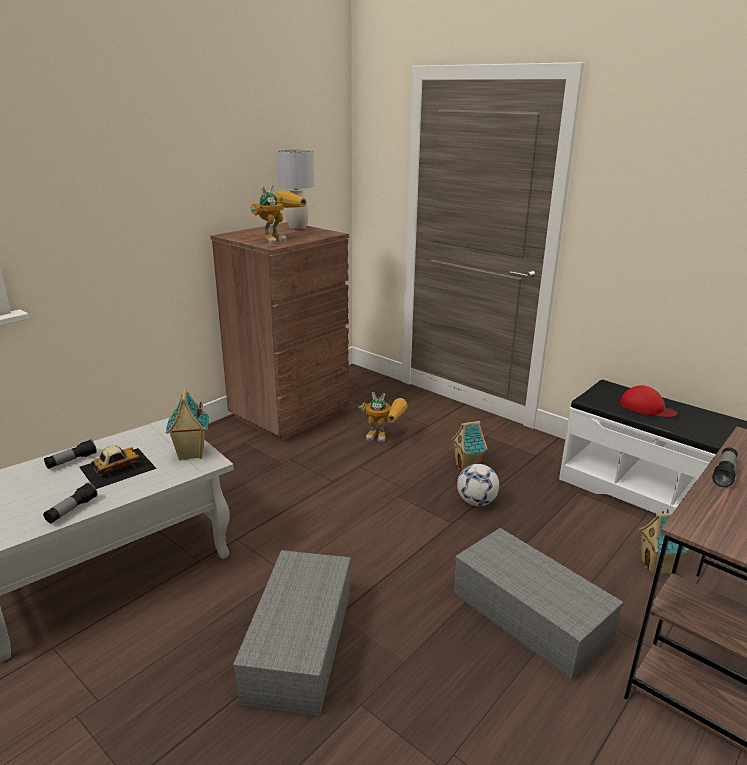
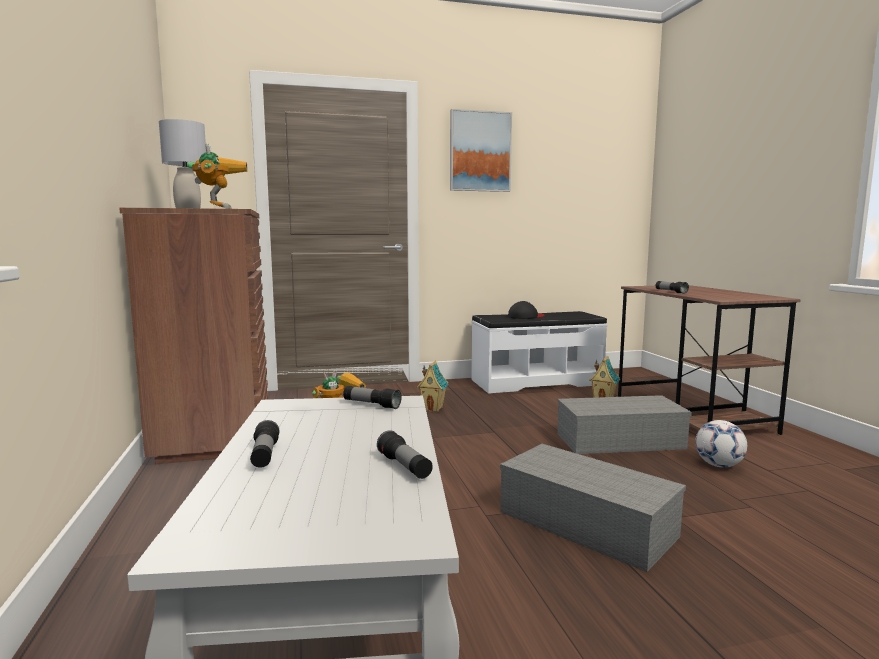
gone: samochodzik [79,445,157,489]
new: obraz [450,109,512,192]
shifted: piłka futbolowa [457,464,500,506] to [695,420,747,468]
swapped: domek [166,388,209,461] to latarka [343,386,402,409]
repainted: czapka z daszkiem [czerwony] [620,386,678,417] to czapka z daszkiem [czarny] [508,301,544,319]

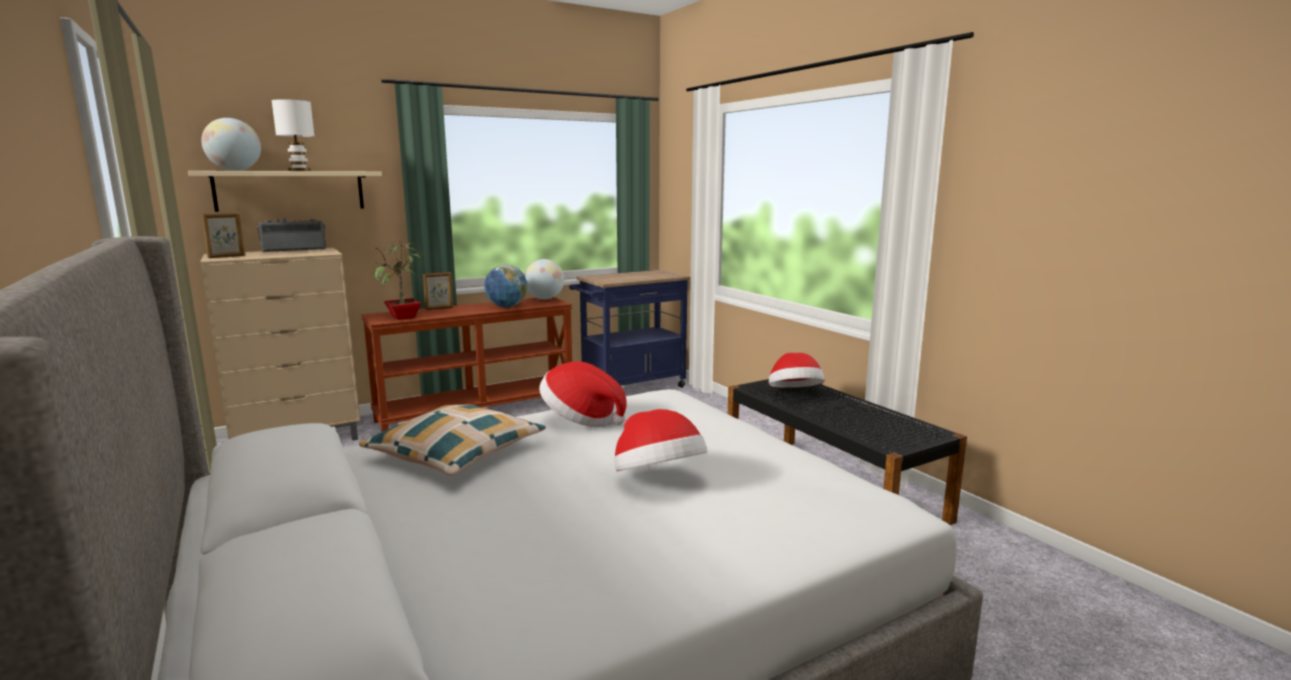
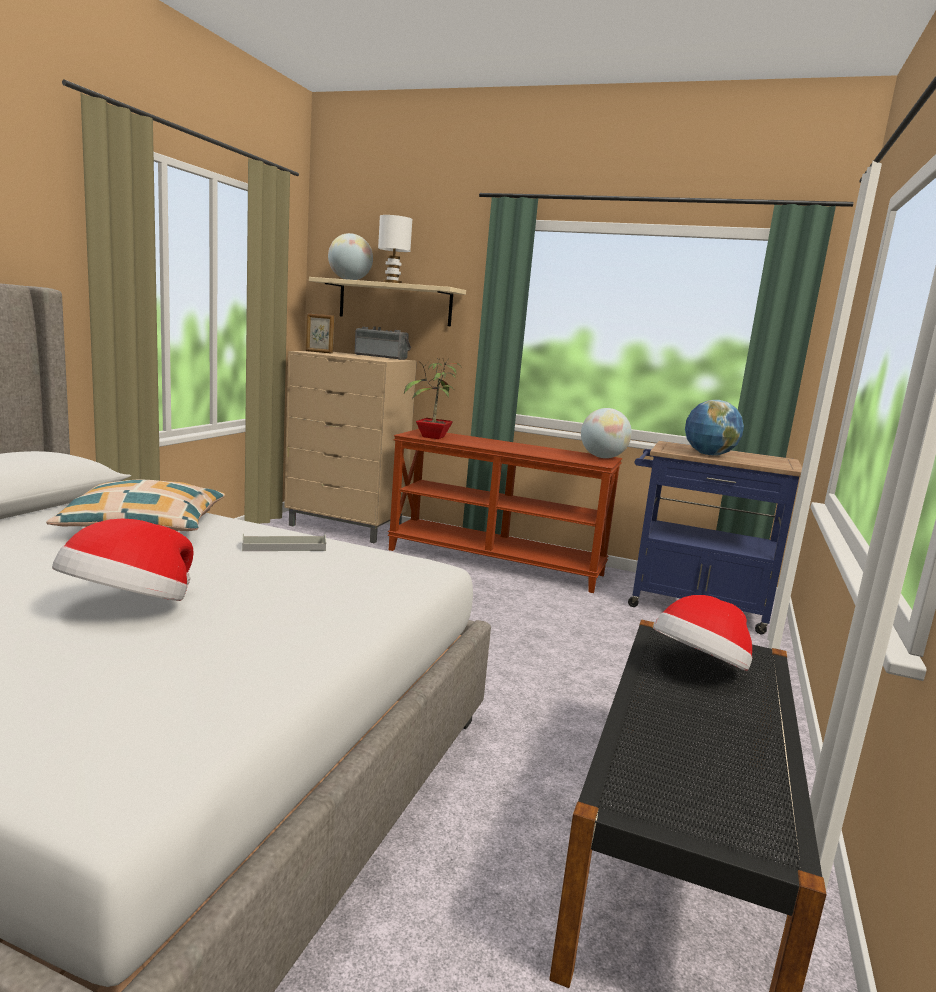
gone: ramka na zdjęcie [423,272,453,310]
shifted: globus [484,265,527,307] to [685,400,744,456]
swapped: kapelusz [539,361,626,427] to taca [szary] [242,533,326,551]

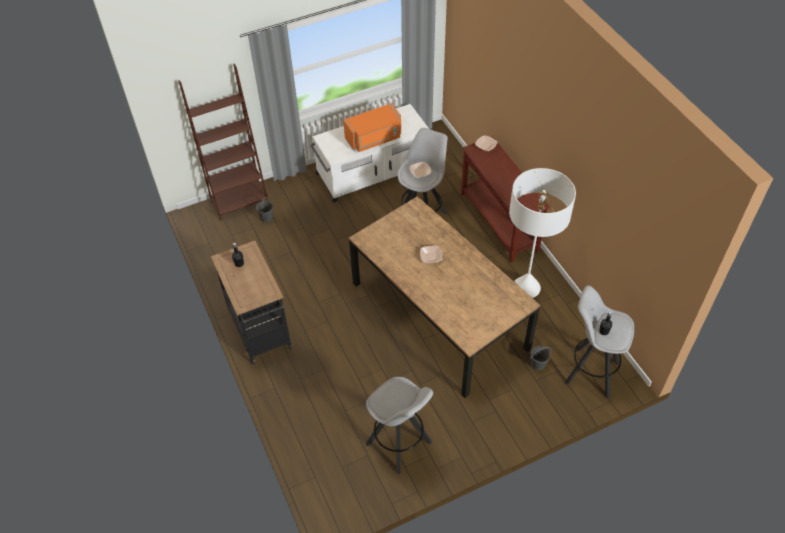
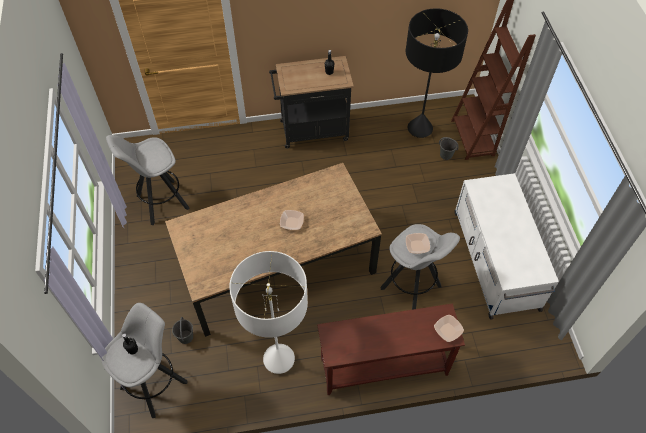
gone: mikrofalówka [pomarańczowy] [343,103,401,152]
new: lampa stojąca [czarny] [406,8,468,138]

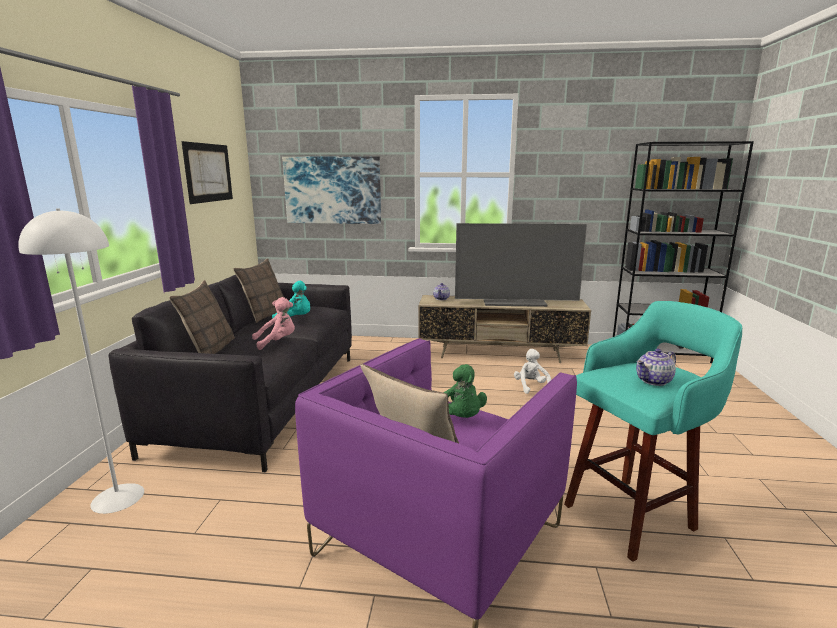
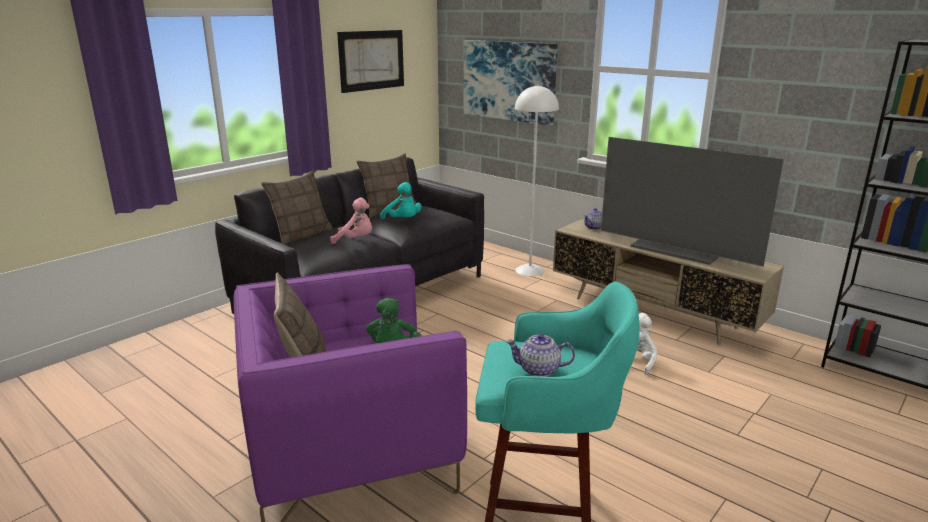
shifted: lampa stojąca [biały] [18,208,144,514] to [515,85,559,276]

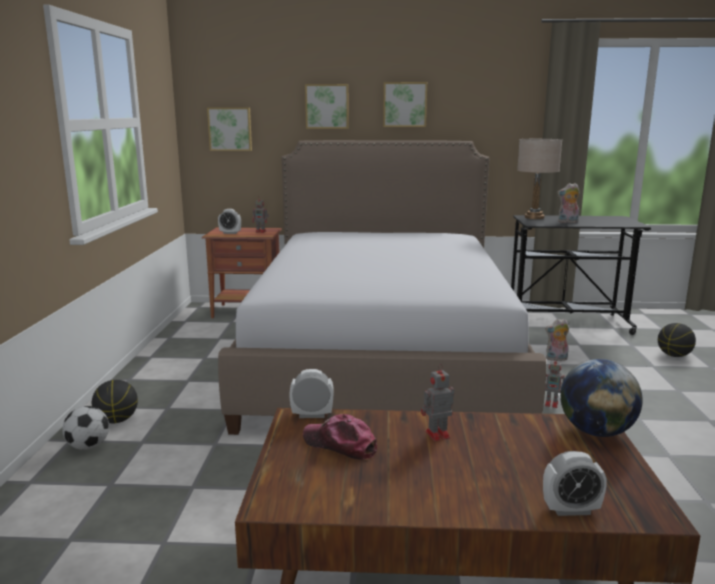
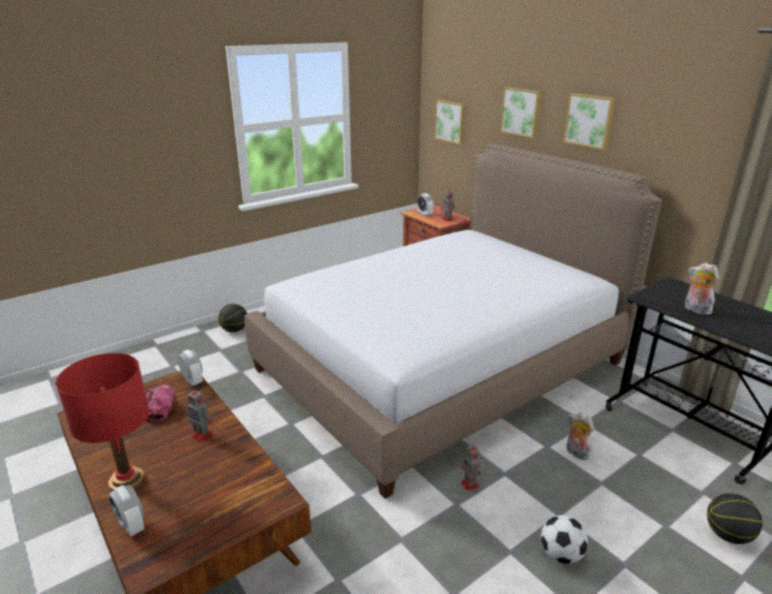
gone: lampa stołowa [beżowy] [517,139,562,219]; globus [560,359,643,437]
new: lampa stołowa [czerwony] [56,353,149,491]
shifted: piłka futbolowa [62,406,109,450] to [541,515,588,564]

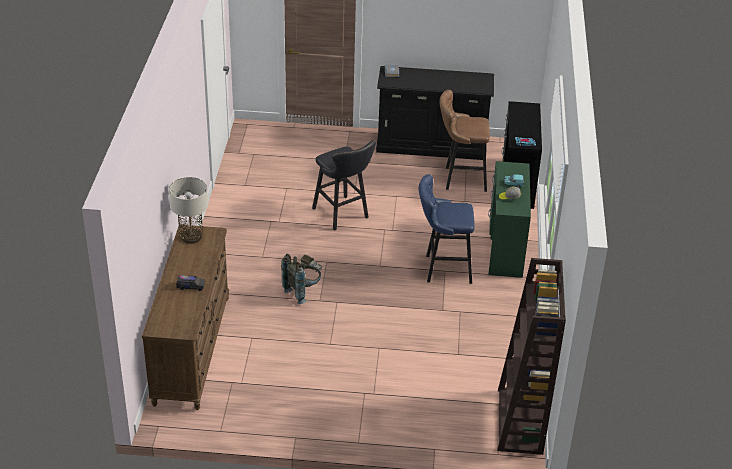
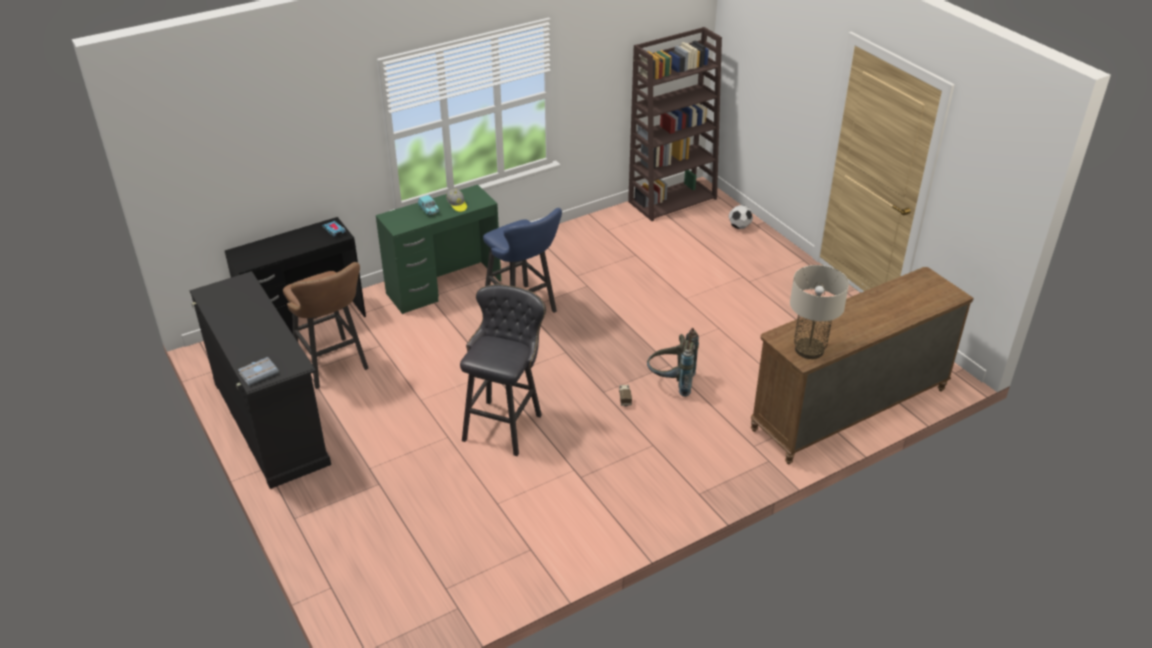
gone: ciężarówka zabawkowa [176,275,205,291]
new: piłka futbolowa [728,205,753,229]

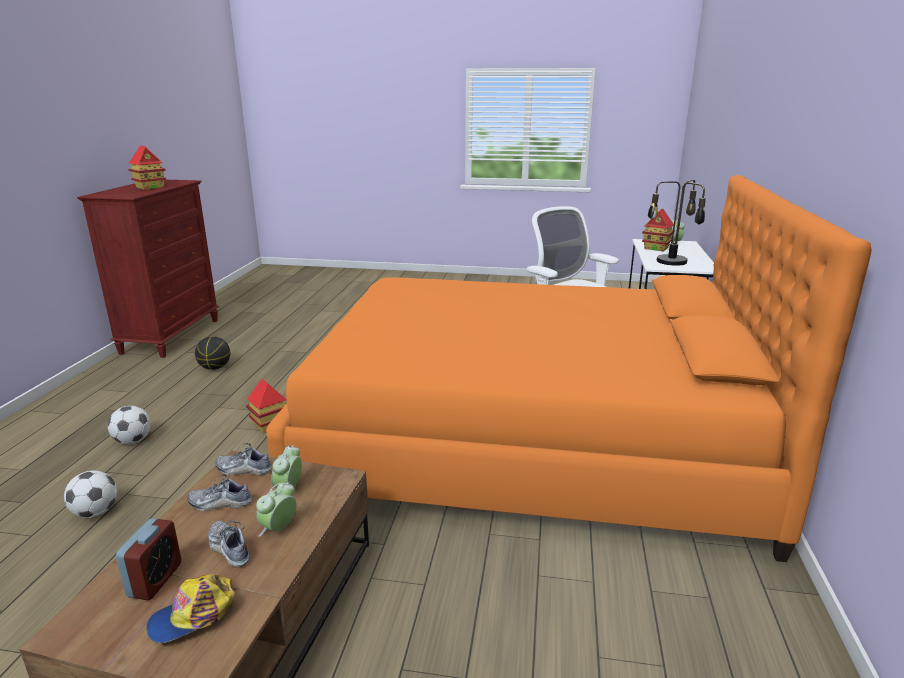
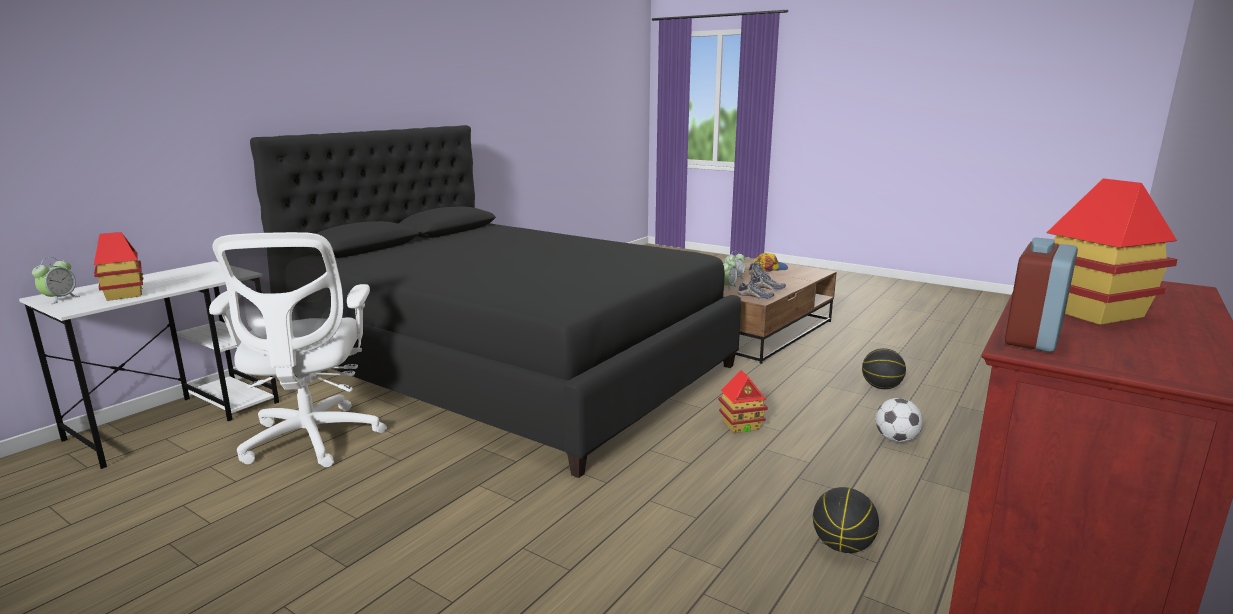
gone: lampa stołowa [648,179,706,266]
shifted: budzik [116,518,182,600] to [1005,237,1078,352]
swapped: piłka futbolowa [64,470,117,518] to piłka do koszykówki [862,348,906,389]
repainted: łóżko [pomarańczowy] [266,175,871,562] to łóżko [czarny] [250,125,741,478]

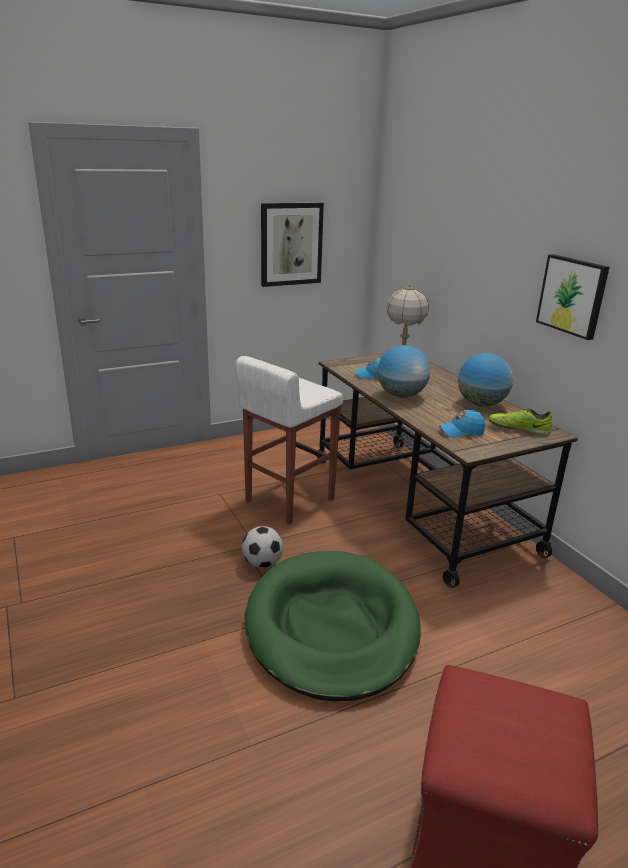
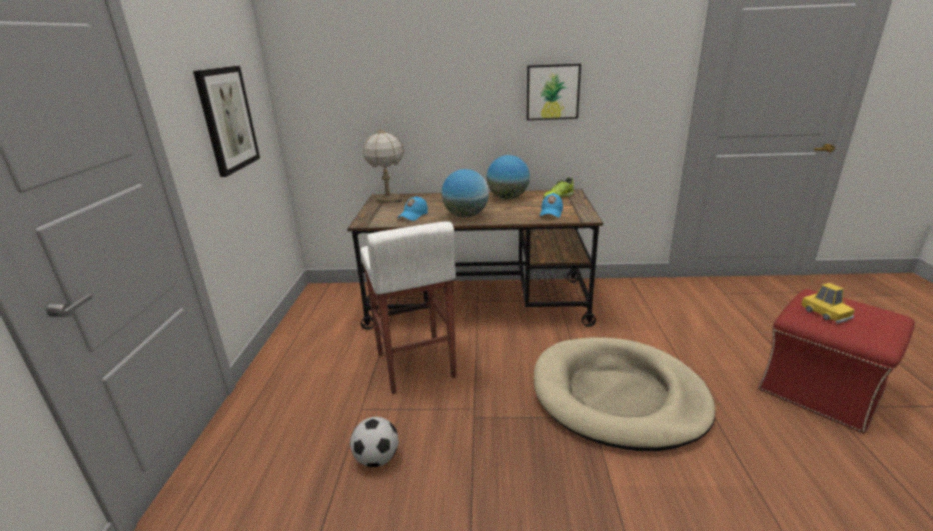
new: samochodzik [żółty] [802,283,855,324]
shifted: piłka futbolowa [242,526,283,568] to [350,417,399,467]
repainted: legowisko [zielony] [245,551,420,701] to legowisko [beżowy] [534,337,715,451]

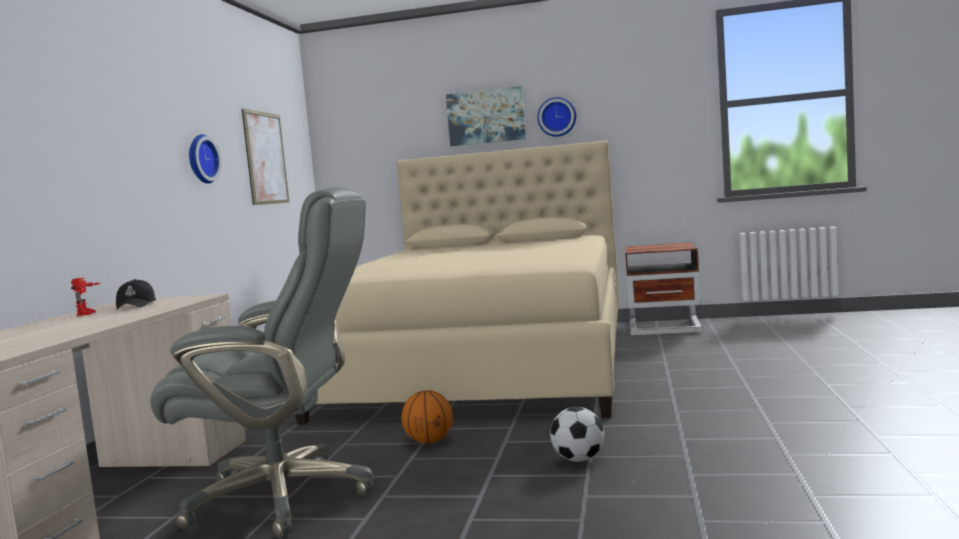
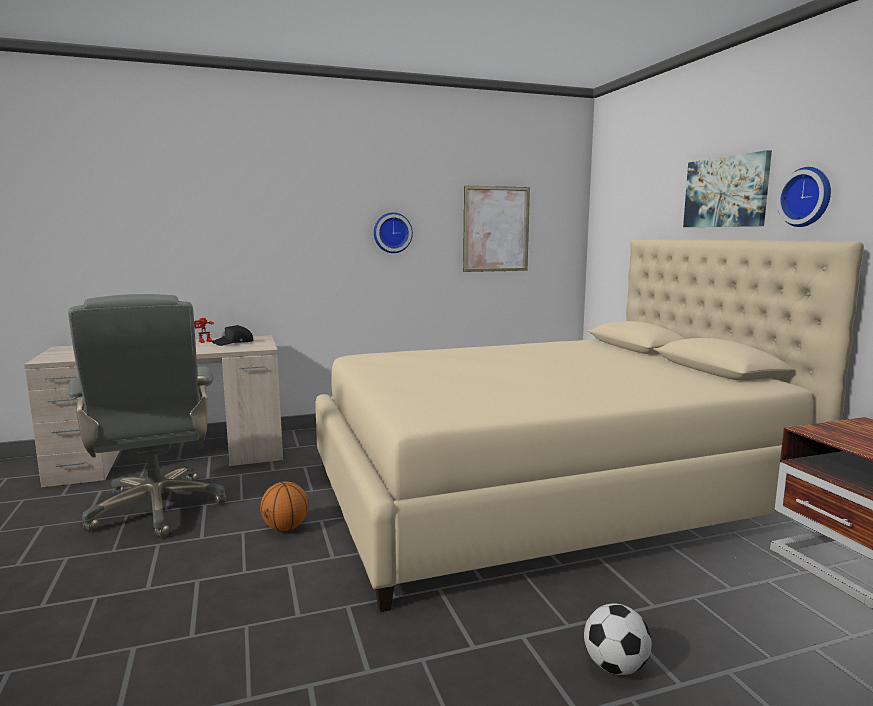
shifted: piłka futbolowa [550,407,604,462] to [584,604,652,675]

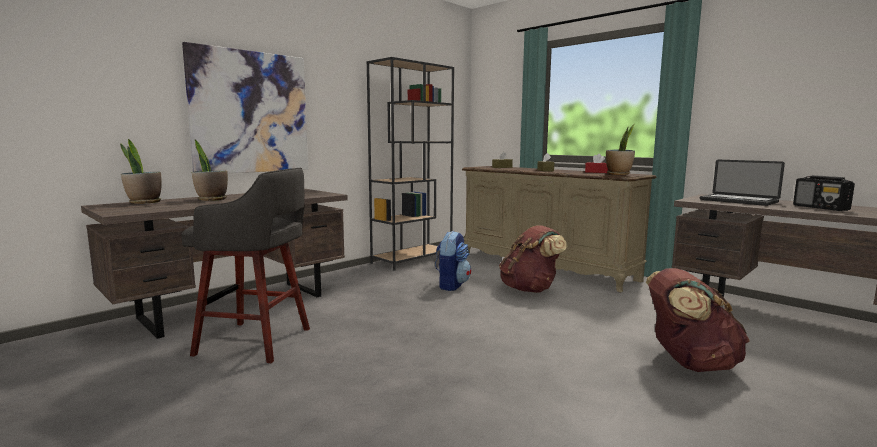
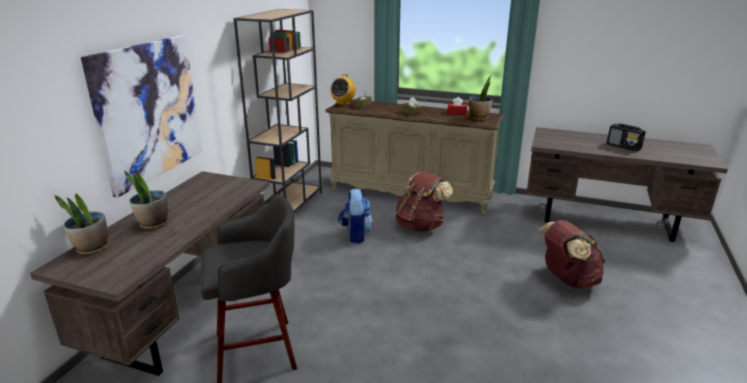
gone: laptop [700,160,785,206]
new: radio [330,74,356,105]

